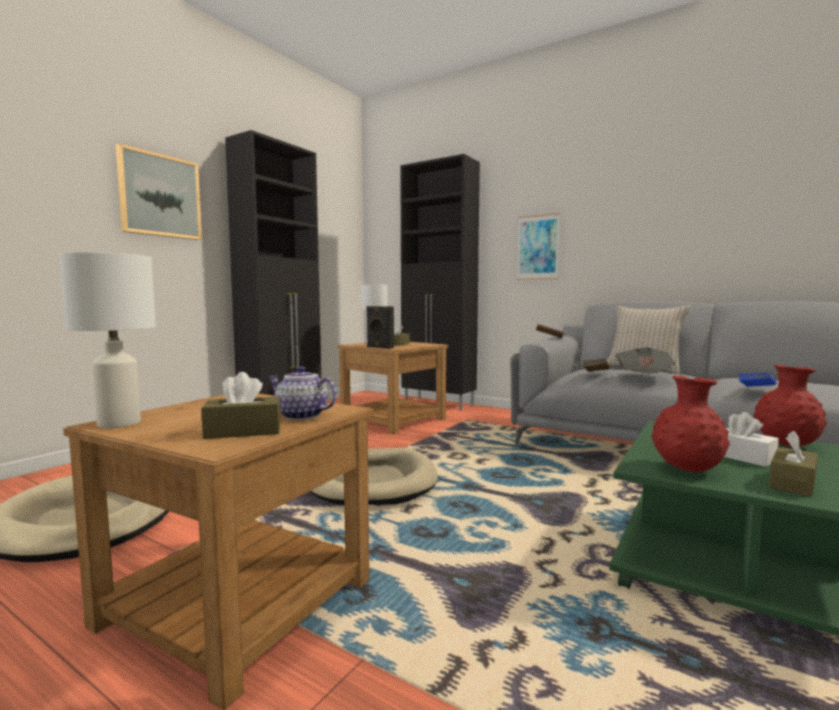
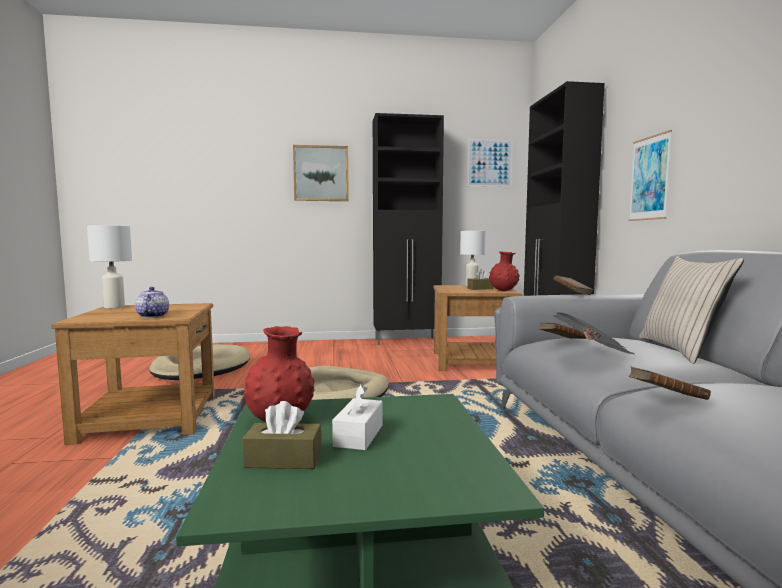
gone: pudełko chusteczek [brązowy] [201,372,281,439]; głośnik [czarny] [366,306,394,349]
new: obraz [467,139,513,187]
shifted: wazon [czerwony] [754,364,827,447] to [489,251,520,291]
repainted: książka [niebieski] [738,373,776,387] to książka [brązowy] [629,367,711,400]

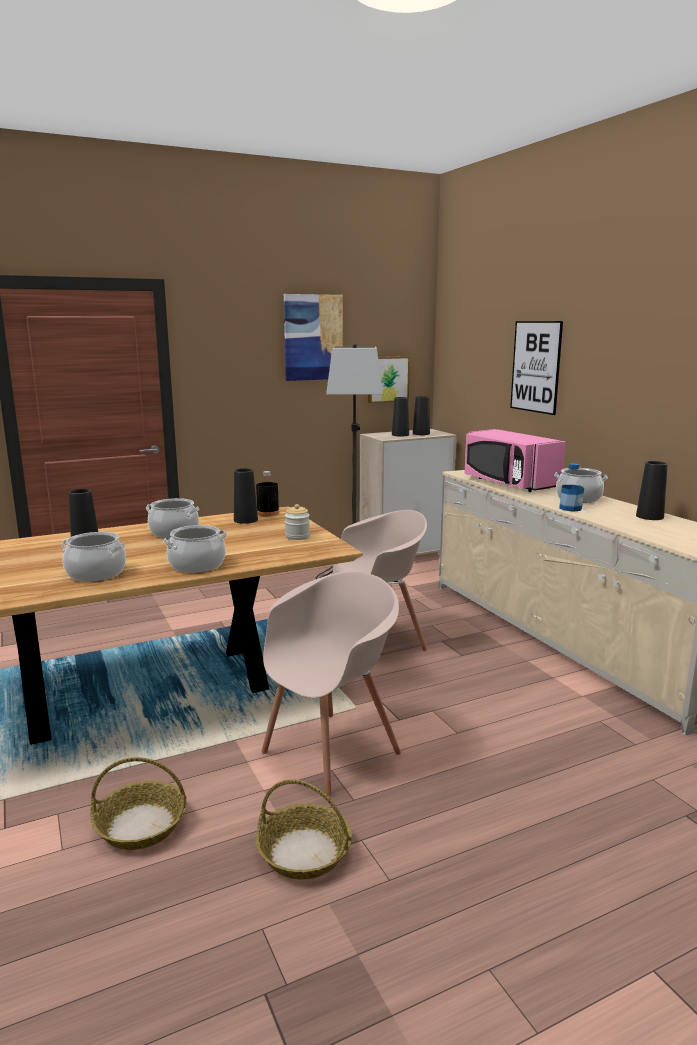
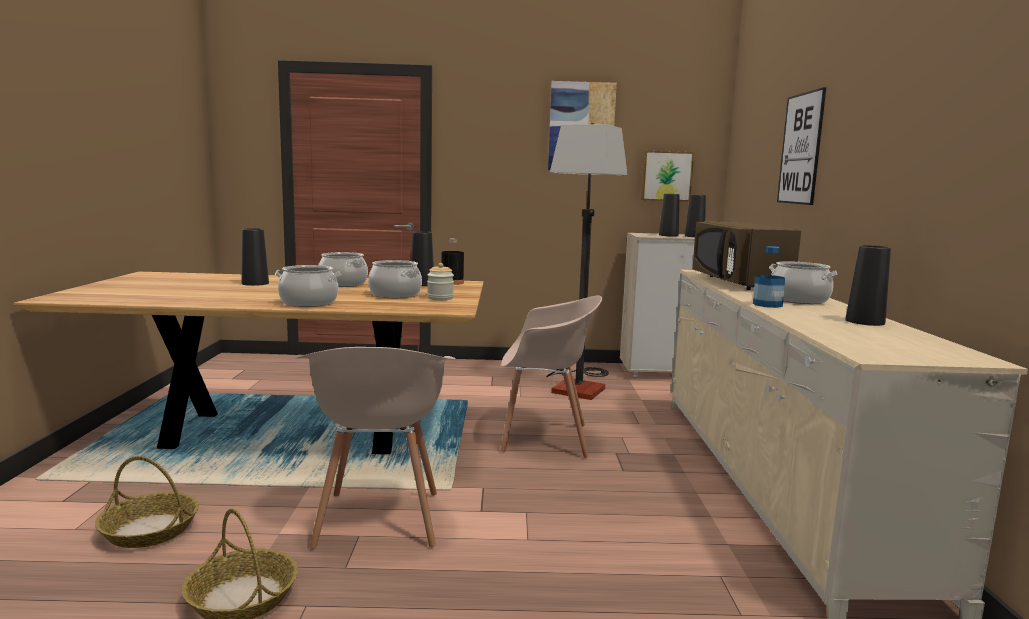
shifted: garnek [61,532,126,582] to [368,260,422,298]
repainted: mikrofalówka [różowy] [464,429,566,492] to mikrofalówka [brązowy] [692,221,801,290]
rotated: krzesło [beżowy] [262,571,401,797] = [296,347,456,549] 105 degrees clockwise

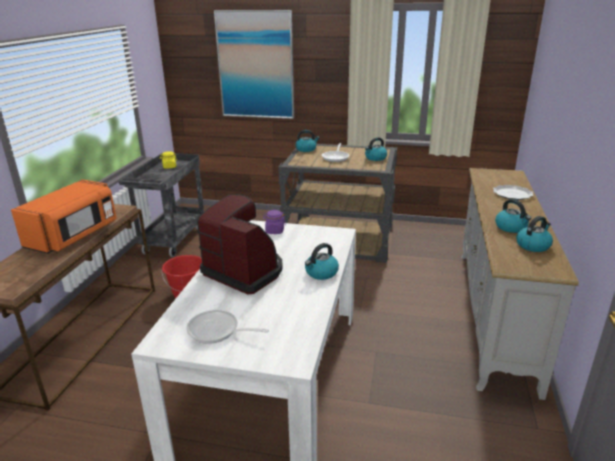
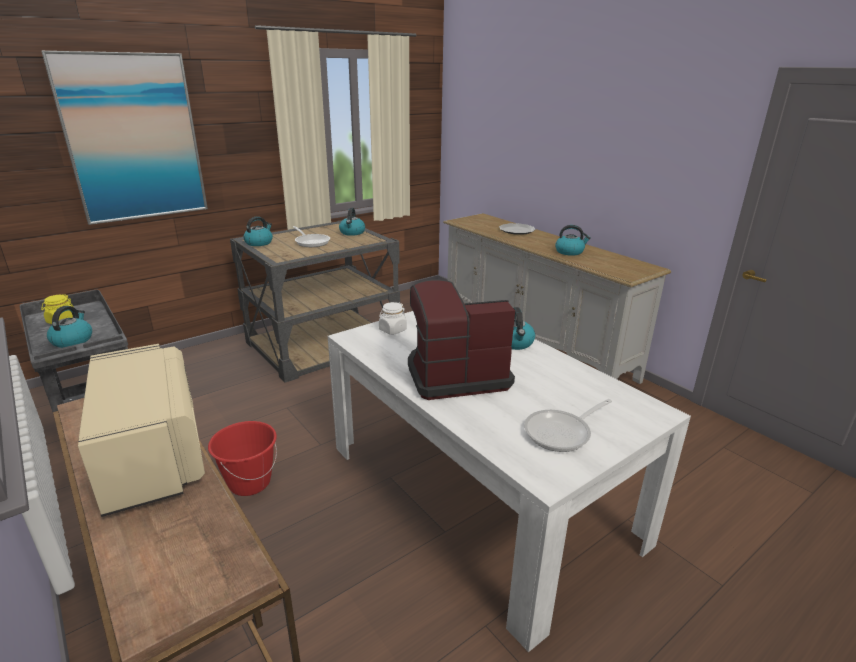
shifted: czajnik [516,216,553,252] to [47,306,92,348]
repainted: mikrofalówka [pomarańczowy] [11,179,117,254] to mikrofalówka [beżowy] [78,344,205,517]; słoik [fioletowy] [263,210,286,234] to słoik [biały] [379,302,407,335]

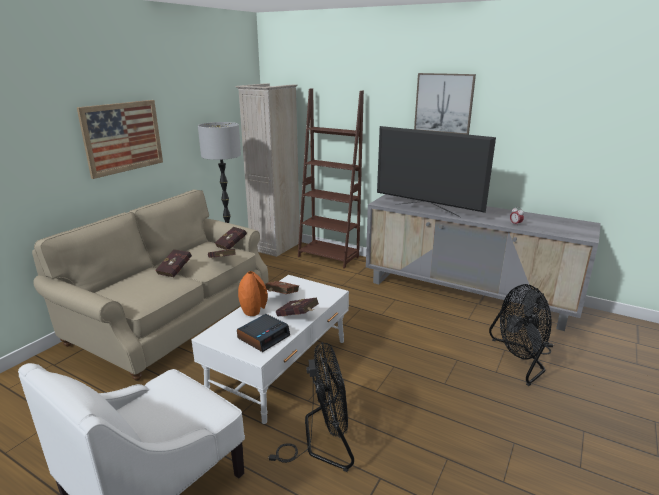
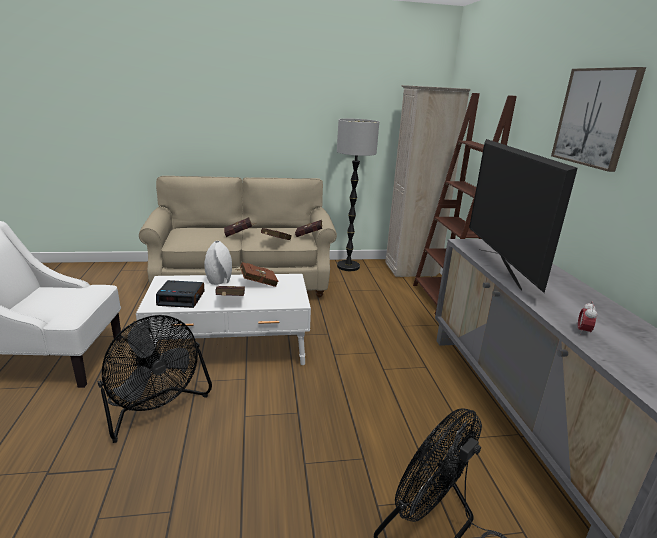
gone: obraz [77,100,163,179]
repainted: wazon [pomarańczowy] [238,271,268,316] to wazon [biały] [204,241,232,285]

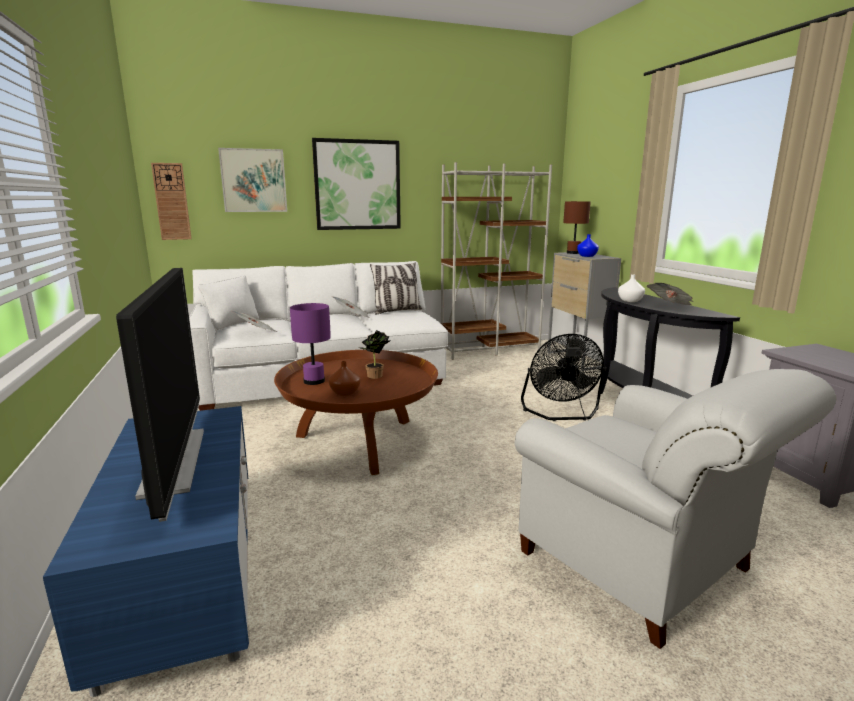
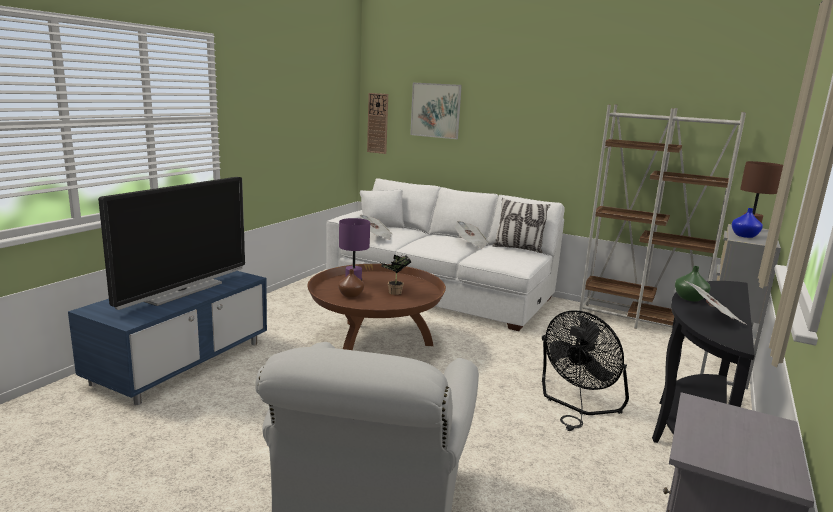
gone: obraz [312,138,401,230]
repainted: wazon [biały] [618,274,645,302] to wazon [zielony] [675,266,710,301]

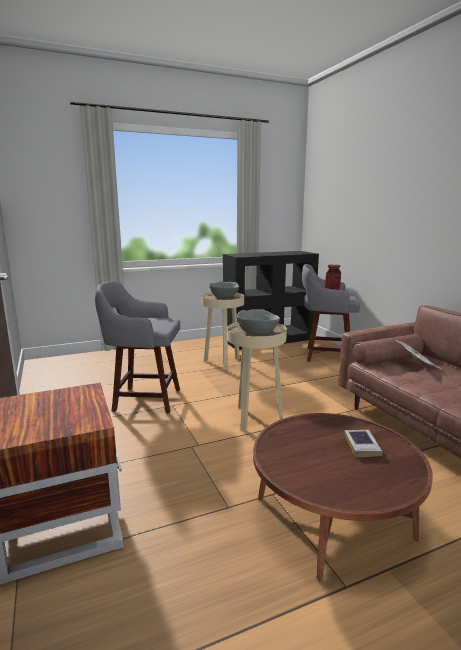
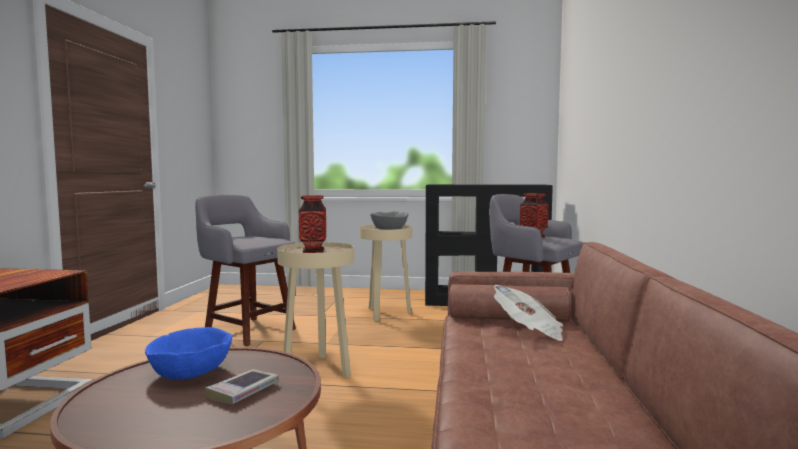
new: miska [niebieski] [145,327,232,379]
swapped: miska [szary] [236,309,280,335] to wazon [299,195,326,253]

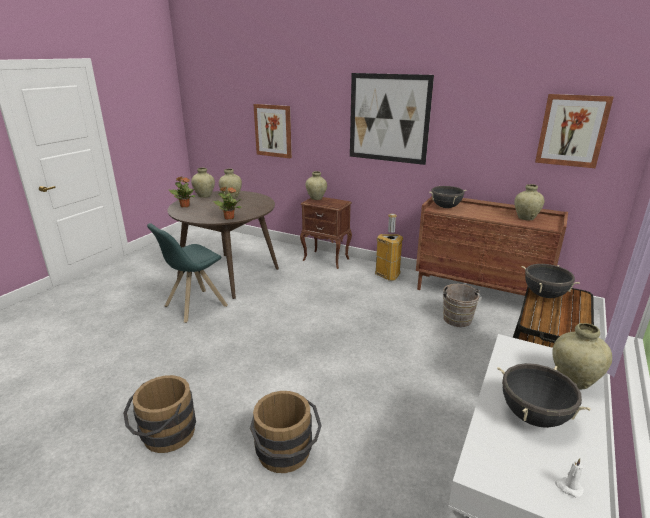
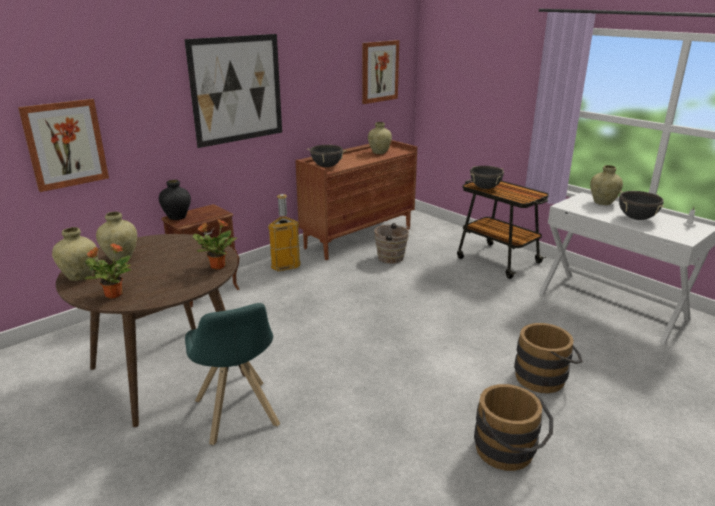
repainted: wazon [beżowy] [306,171,327,200] to wazon [czarny] [159,180,191,220]

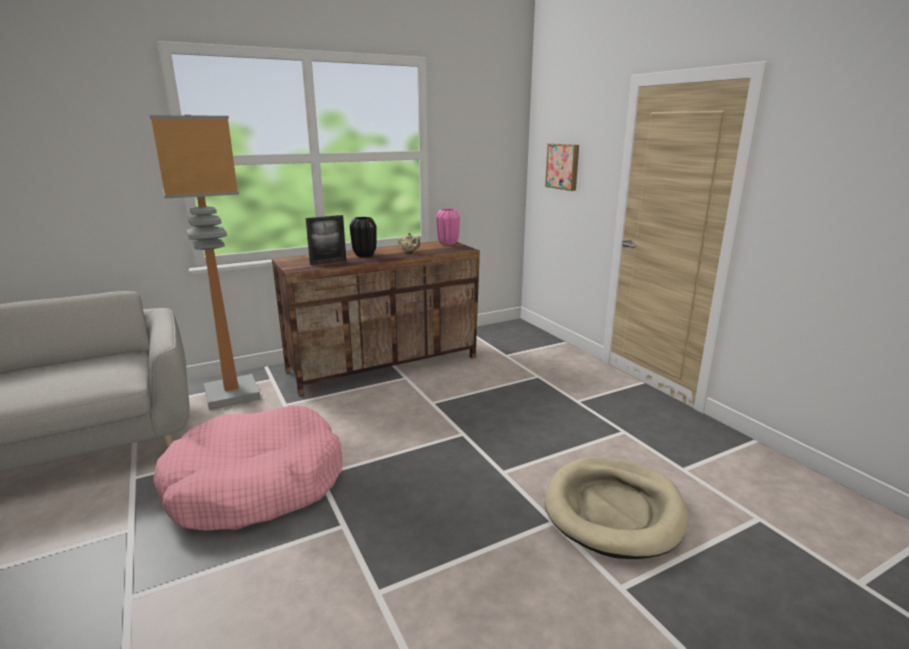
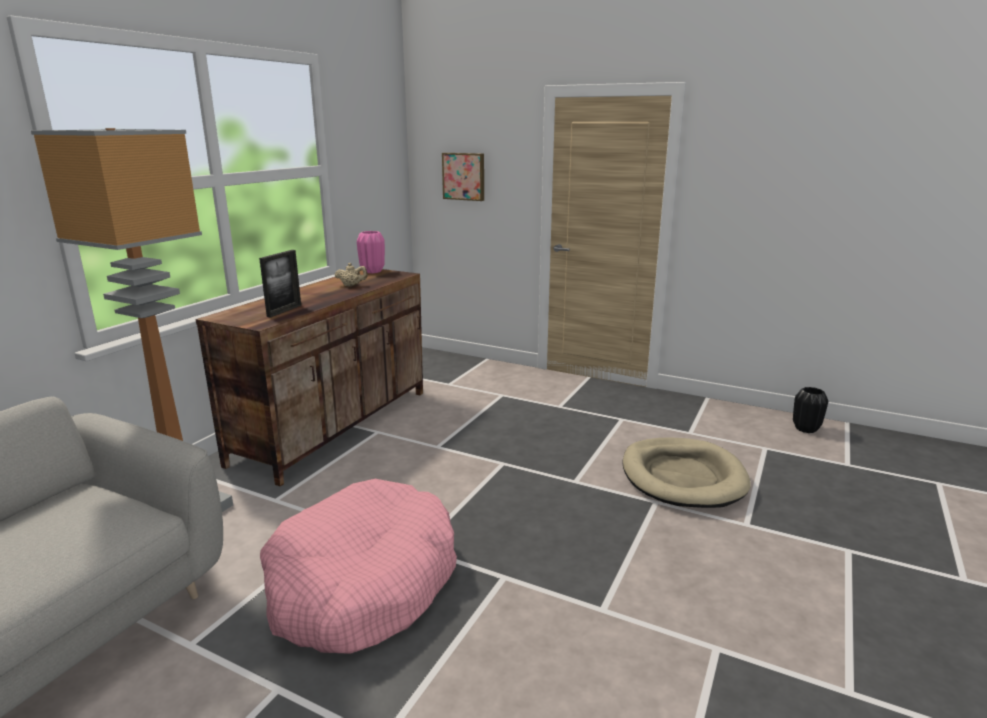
shifted: wazon [czarny] [350,217,377,257] to [793,387,828,433]

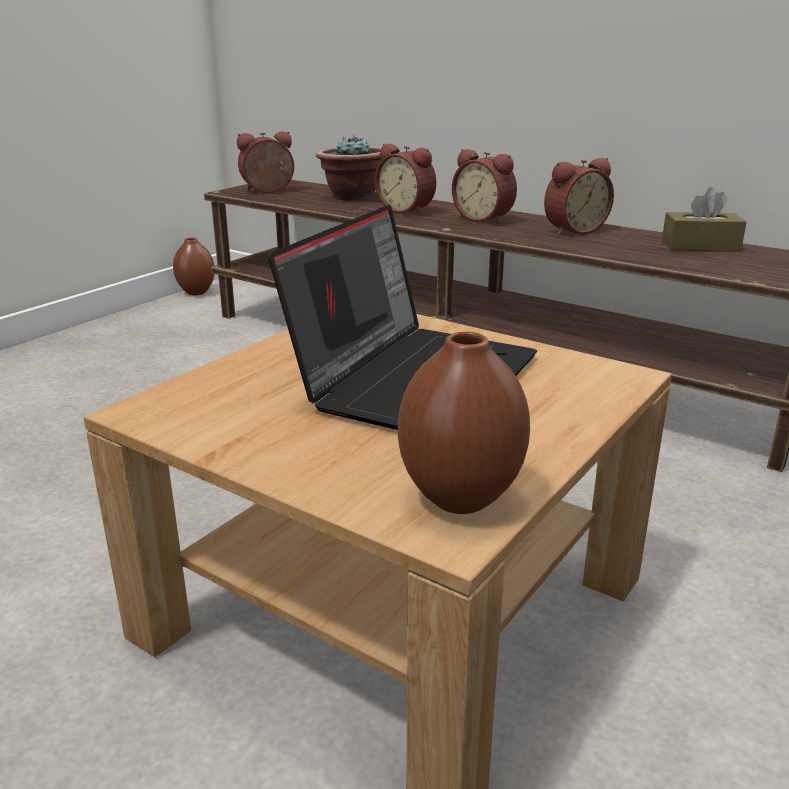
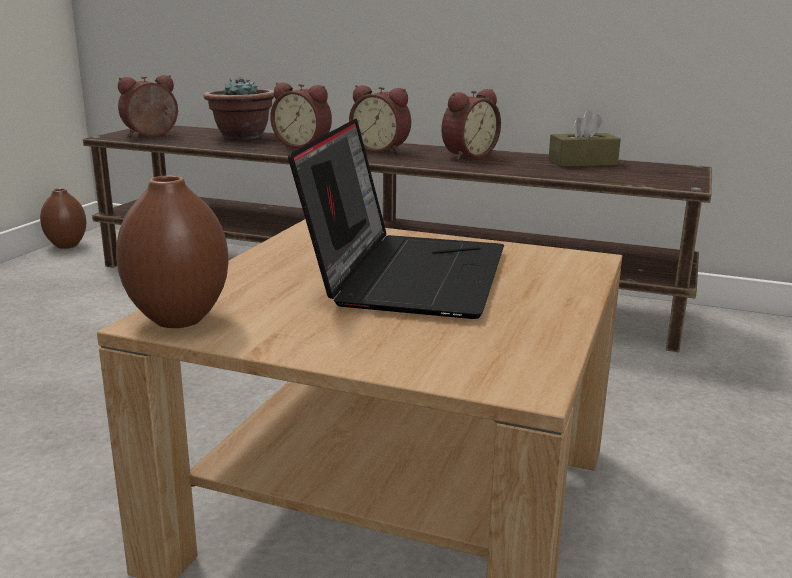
shifted: wazon [brązowy] [398,332,530,514] to [116,175,229,328]

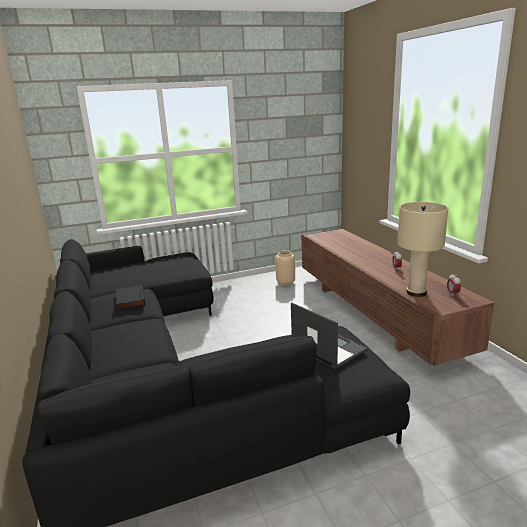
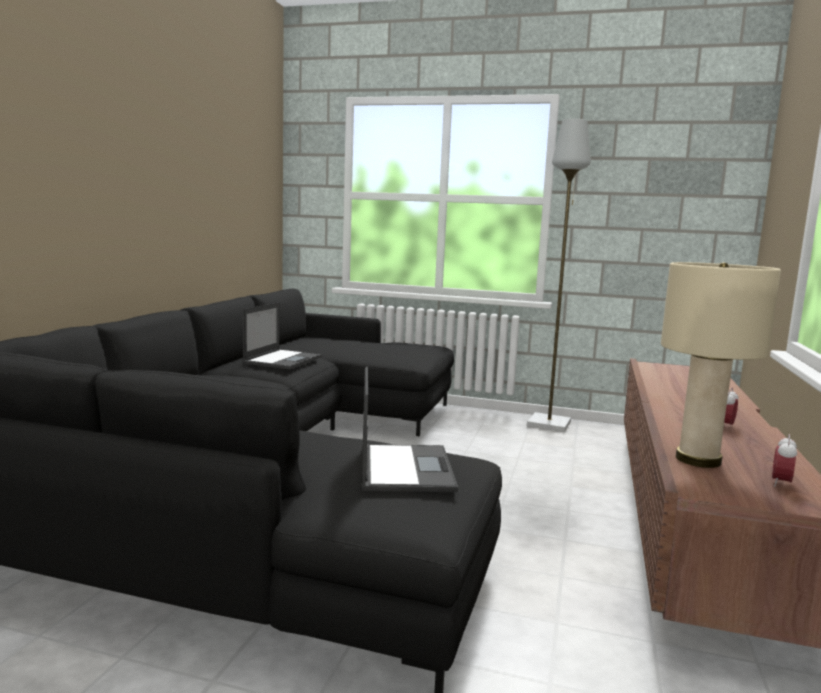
gone: wazon [beżowy] [275,251,295,285]
new: lampa stojąca [szary] [527,119,591,432]
swapped: książka [czarny] [116,285,145,310] to laptop [242,302,322,369]

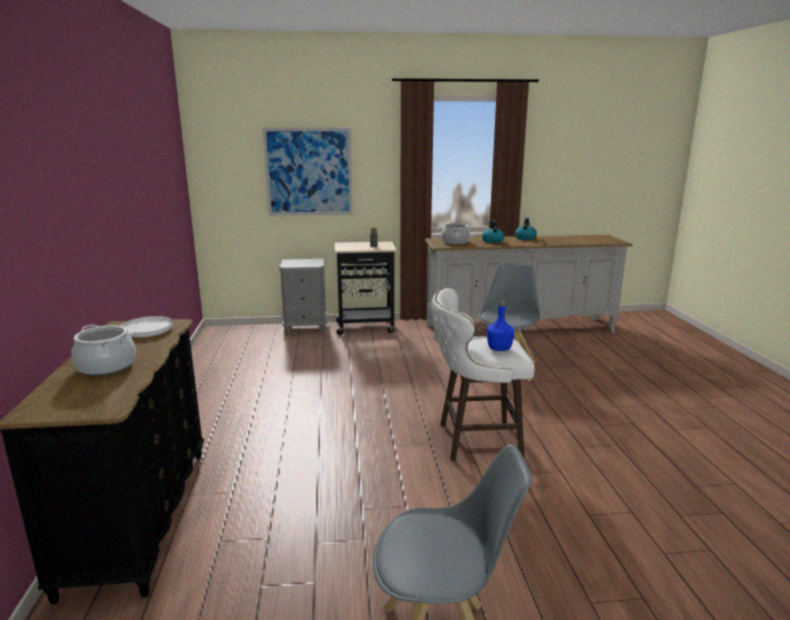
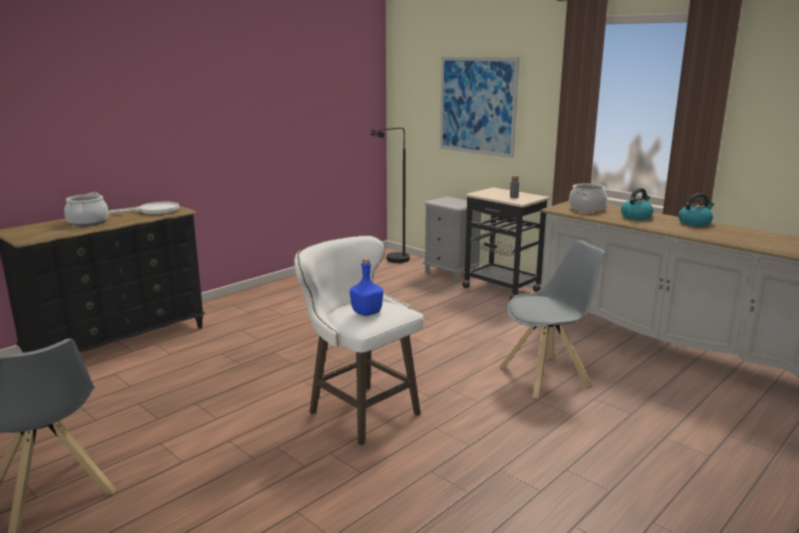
new: lampa stojąca [czarny] [371,127,410,263]

